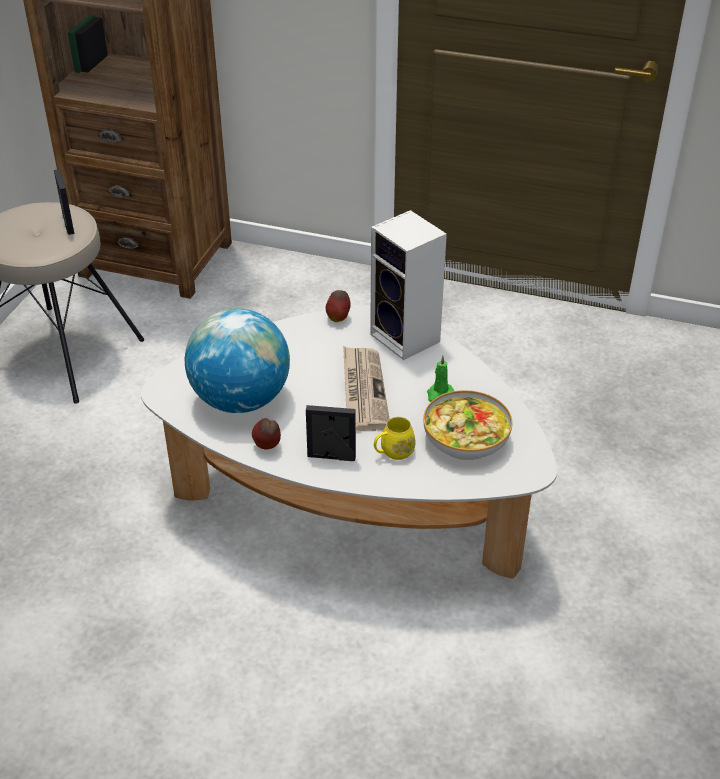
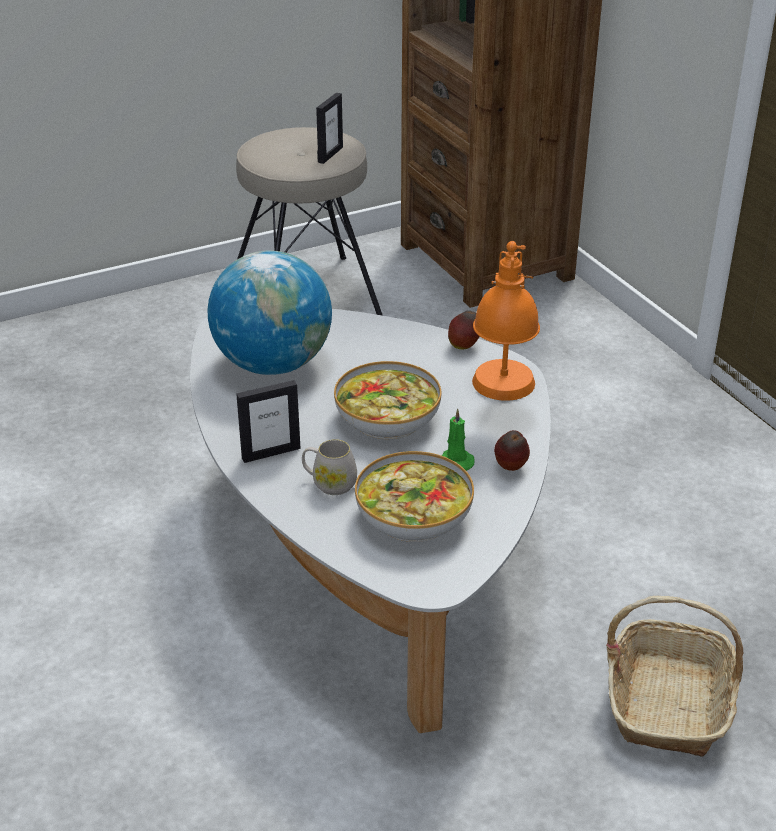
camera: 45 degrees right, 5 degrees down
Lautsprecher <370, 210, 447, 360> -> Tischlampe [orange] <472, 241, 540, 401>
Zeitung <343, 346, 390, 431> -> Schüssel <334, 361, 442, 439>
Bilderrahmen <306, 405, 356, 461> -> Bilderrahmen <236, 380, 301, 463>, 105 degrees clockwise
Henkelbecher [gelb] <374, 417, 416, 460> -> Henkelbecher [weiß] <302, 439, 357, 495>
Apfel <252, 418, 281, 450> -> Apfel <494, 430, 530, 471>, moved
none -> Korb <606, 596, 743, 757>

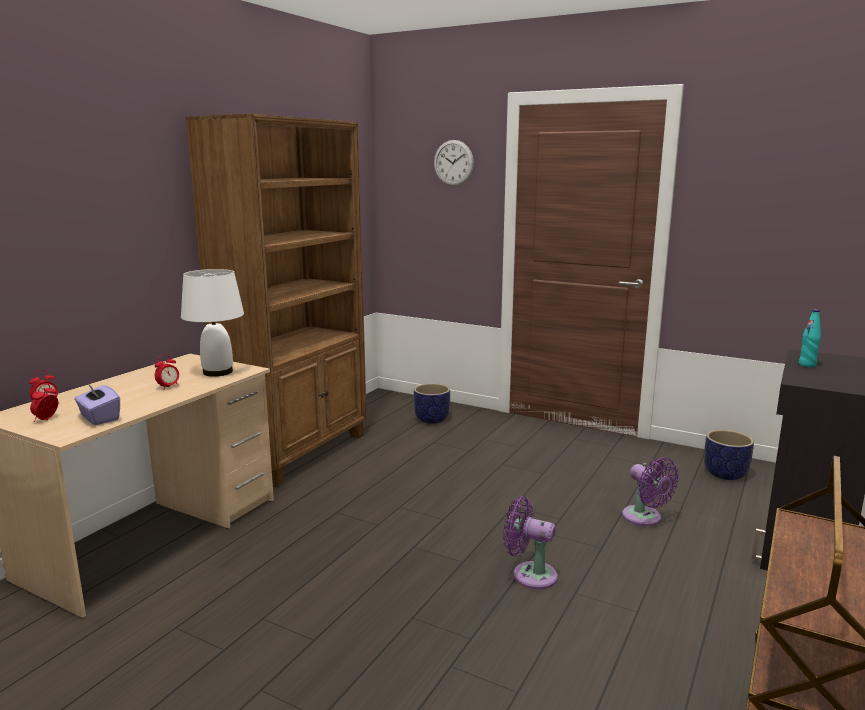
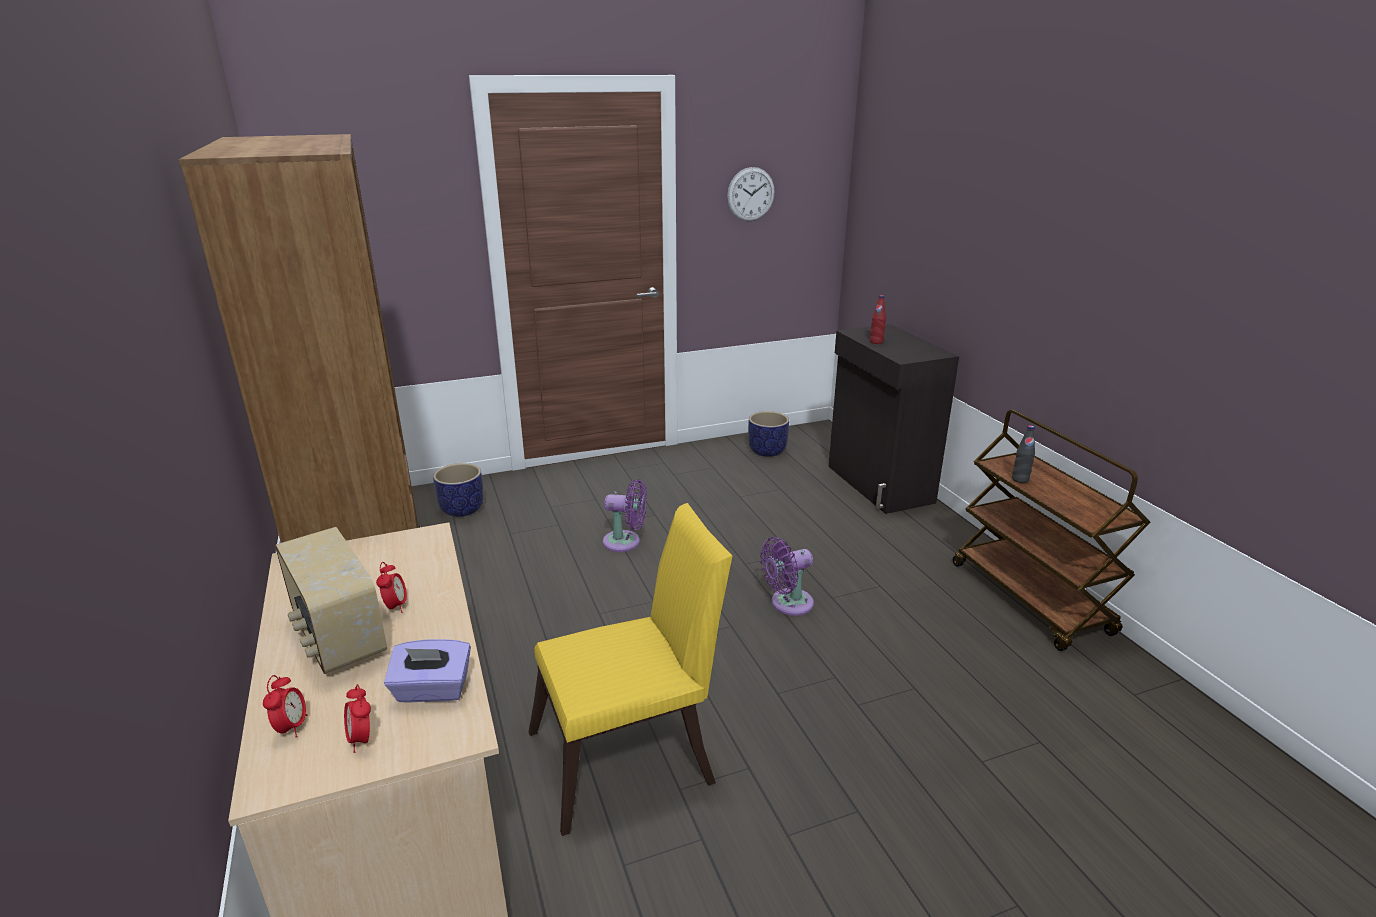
camera: 50 degrees left, 10 degrees up
Wanduhr <434, 140, 474, 186> -> Wanduhr <727, 167, 775, 221>, moved
Tischlampe [weiß] <181, 269, 244, 377> -> none
Flasche [türkis] <799, 309, 821, 367> -> Flasche [rot] <870, 295, 886, 344>
Ventilator [lila] <622, 457, 679, 526> -> Ventilator [lila] <603, 479, 647, 552>, moved
none -> Flasche [schwarz] <1012, 425, 1035, 483>
none -> Stuhl [gelb] <529, 503, 732, 836>
none -> Radio <275, 527, 387, 674>

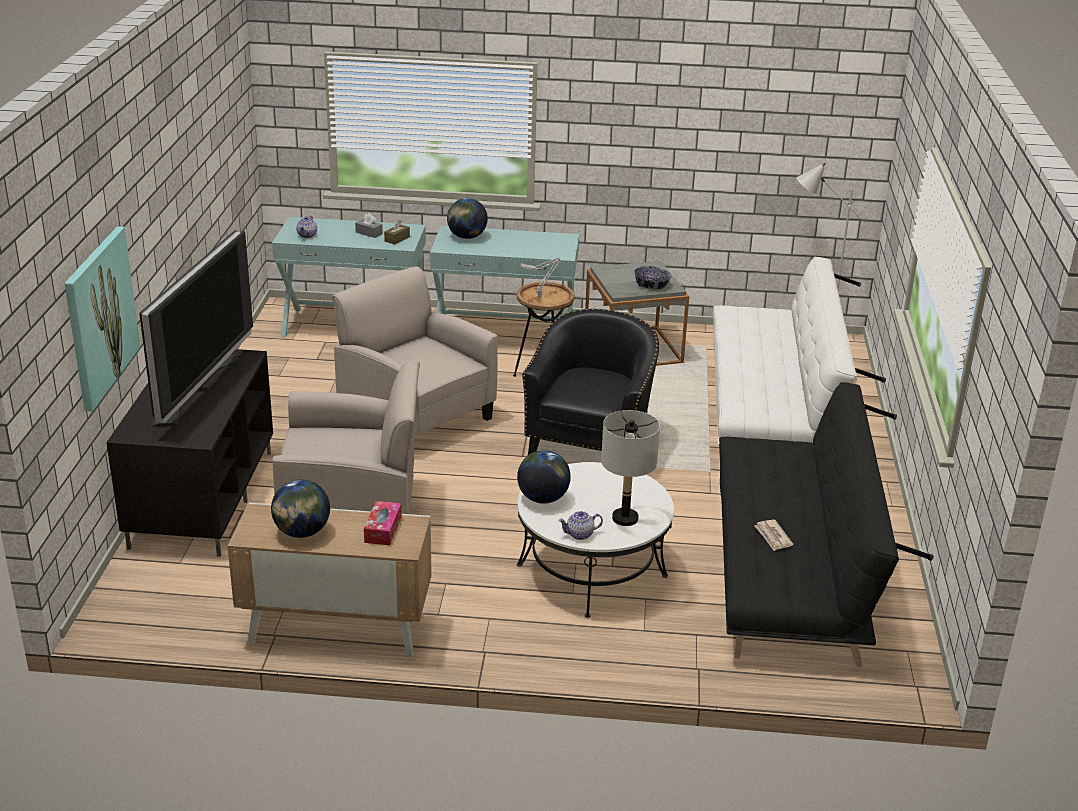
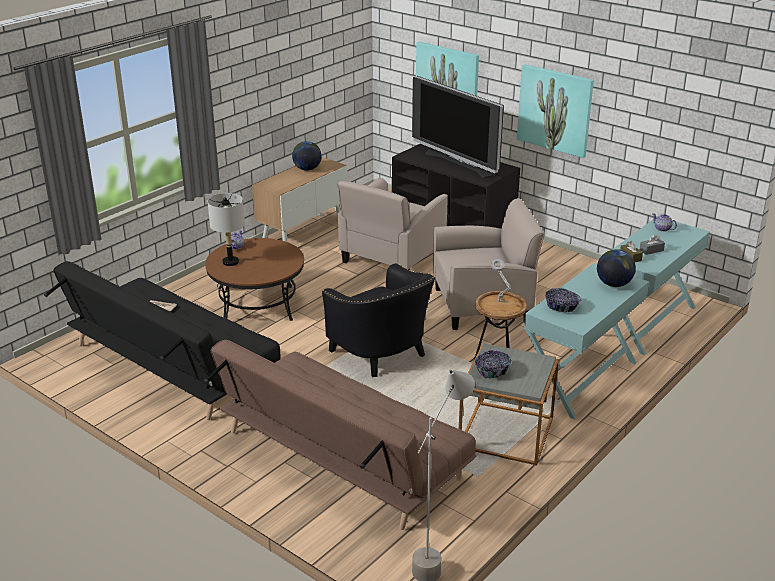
camera: 125 degrees right, 0 degrees up
Sofa [weiß] <713, 257, 886, 445> -> Sofa [braun] <204, 340, 476, 530>
Globus <517, 450, 571, 504> -> none
Couchtisch [weiß] <517, 462, 674, 618> -> Couchtisch [braun] <205, 238, 304, 321>
Taschentuchbox <364, 501, 402, 545> -> none
none -> Bild <517, 64, 594, 158>
none -> Schüssel <545, 288, 581, 312>

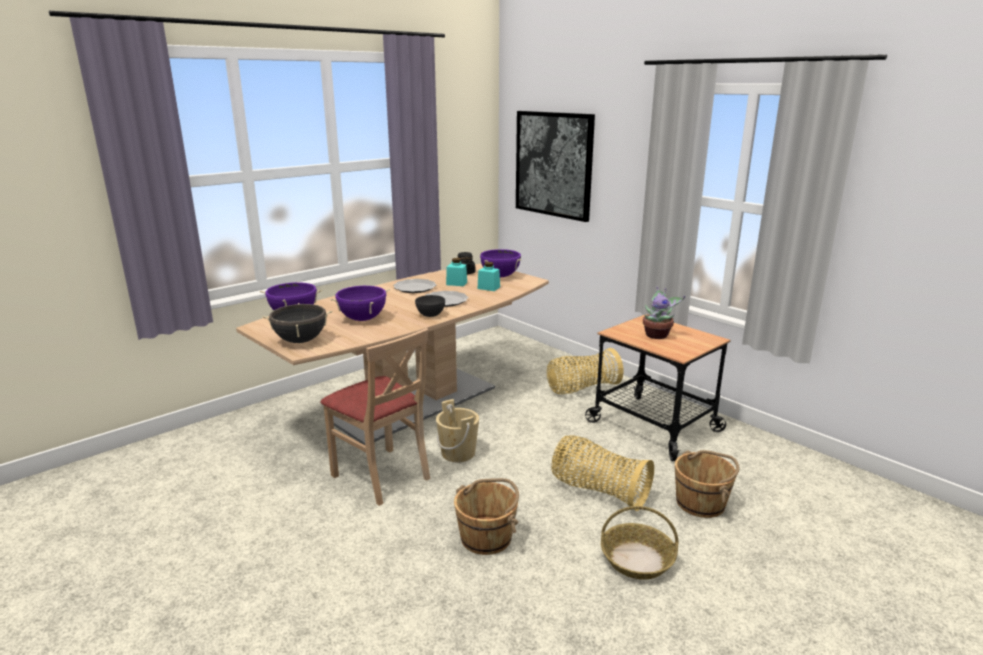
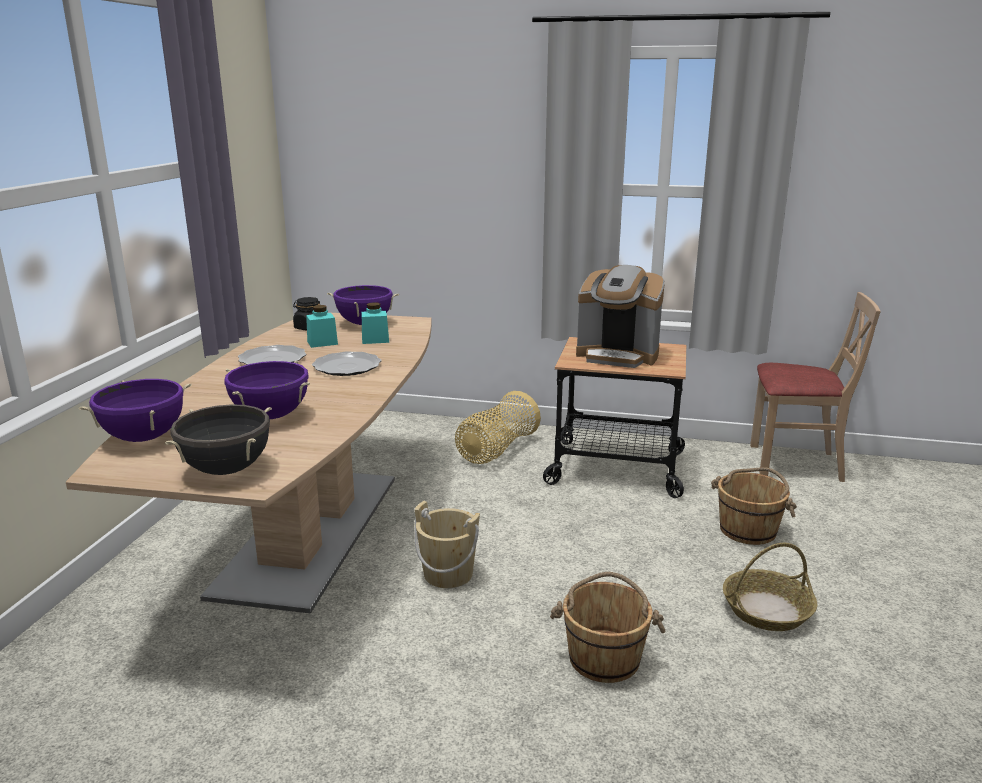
camera: 35 degrees left, 0 degrees up
Bild <516, 111, 595, 222> -> none
Topfpflanze <643, 286, 685, 339> -> Kaffeemaschine <576, 265, 665, 368>
Schüssel [grau] <415, 295, 445, 317> -> none
Stuhl [beige] <320, 328, 430, 506> -> Stuhl [beige] <750, 292, 881, 482>, moved
Korb <551, 435, 654, 511> -> none

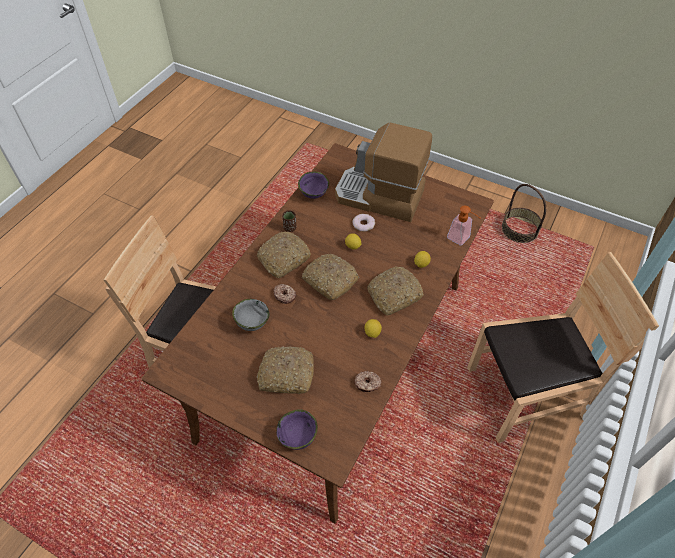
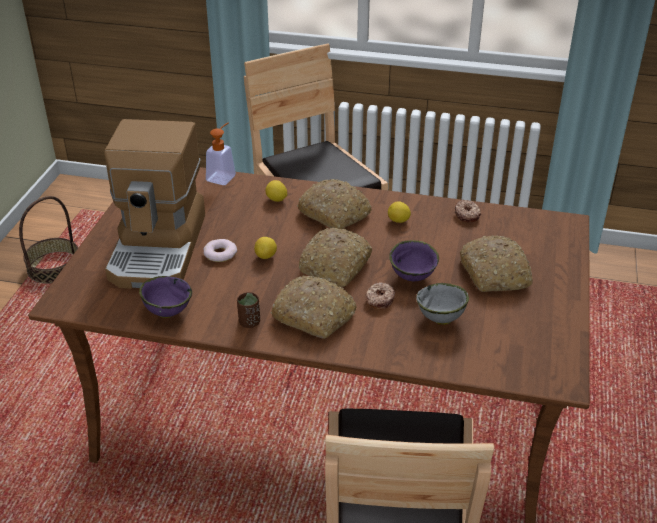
camera: 105 degrees left, 15 degrees down
Schüssel [lila] <276, 409, 318, 450> -> Schüssel [lila] <389, 240, 439, 281>, moved

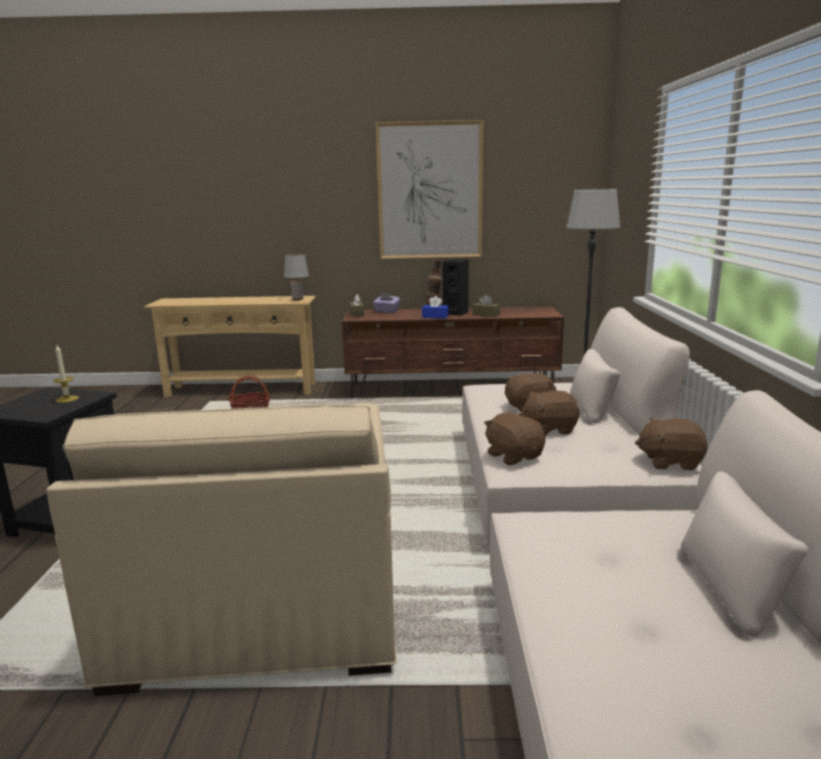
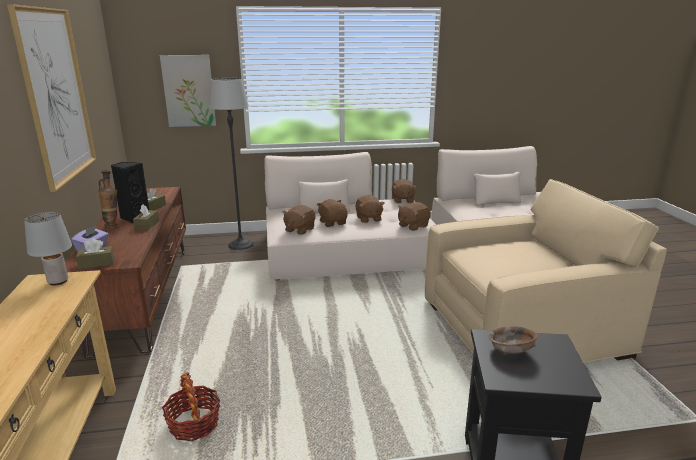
camera: 100 degrees left, 5 degrees up
Taschentuchbox [blau] <422, 296, 449, 318> -> Taschentuchbox [braun] <133, 204, 159, 230>
Kerze <54, 345, 79, 403> -> Schüssel [braun] <489, 326, 538, 354>
none -> Bild <160, 55, 216, 127>
none -> Plüschtier [braun] <282, 205, 316, 235>

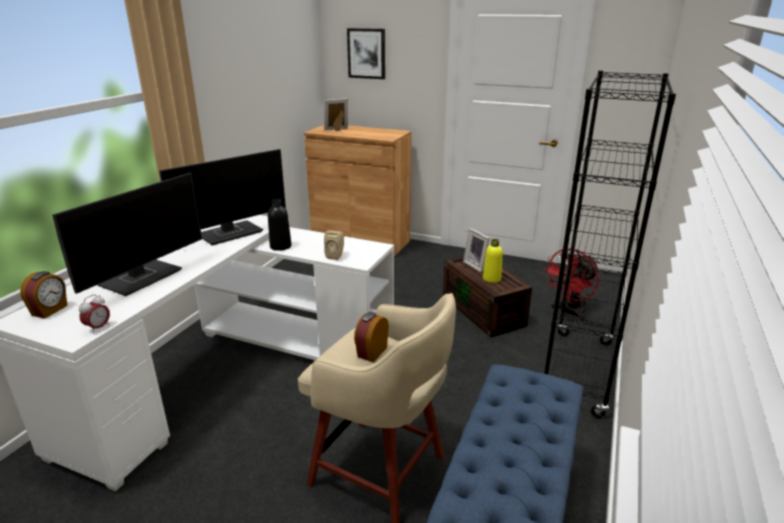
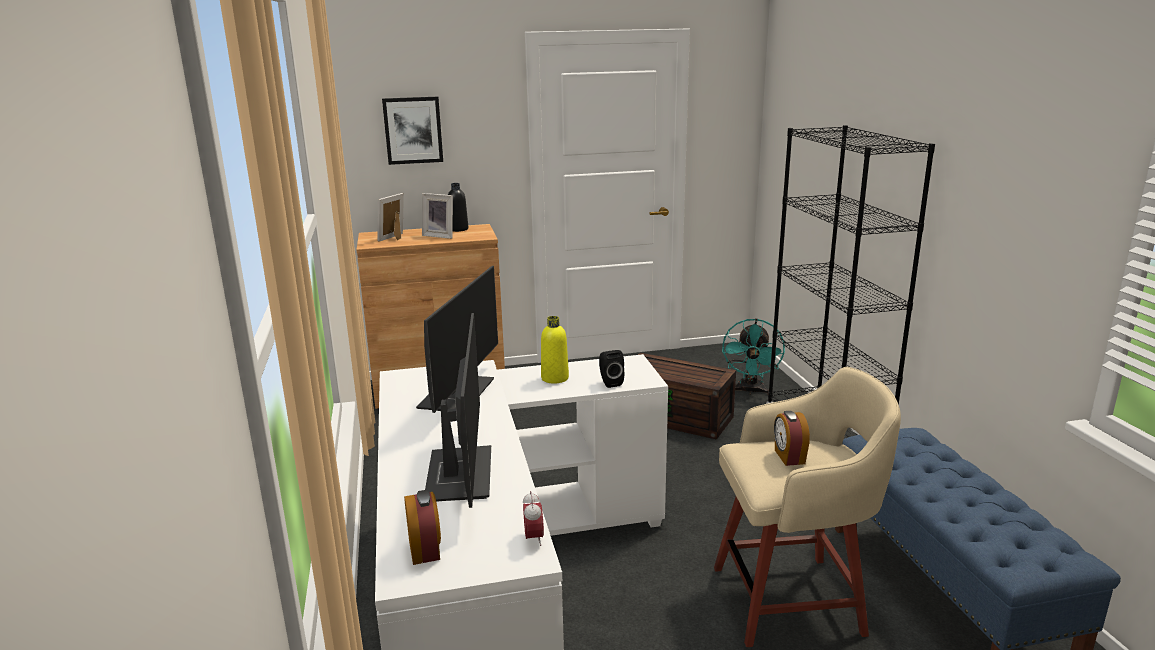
camera: 35 degrees left, 5 degrees down
Flasche [schwarz] <268, 198, 291, 251> -> Flasche [schwarz] <448, 183, 468, 232>, moved
Bilderrahmen <463, 228, 490, 273> -> Bilderrahmen <422, 193, 453, 239>, moved
Lautsprecher [beige] <324, 231, 344, 260> -> Lautsprecher [schwarz] <599, 350, 624, 388>
Flasche [gelb] <483, 239, 503, 283> -> Flasche [gelb] <541, 316, 569, 384>, moved
Ventilator [rot] <543, 248, 599, 321> -> Ventilator [türkis] <722, 318, 785, 395>

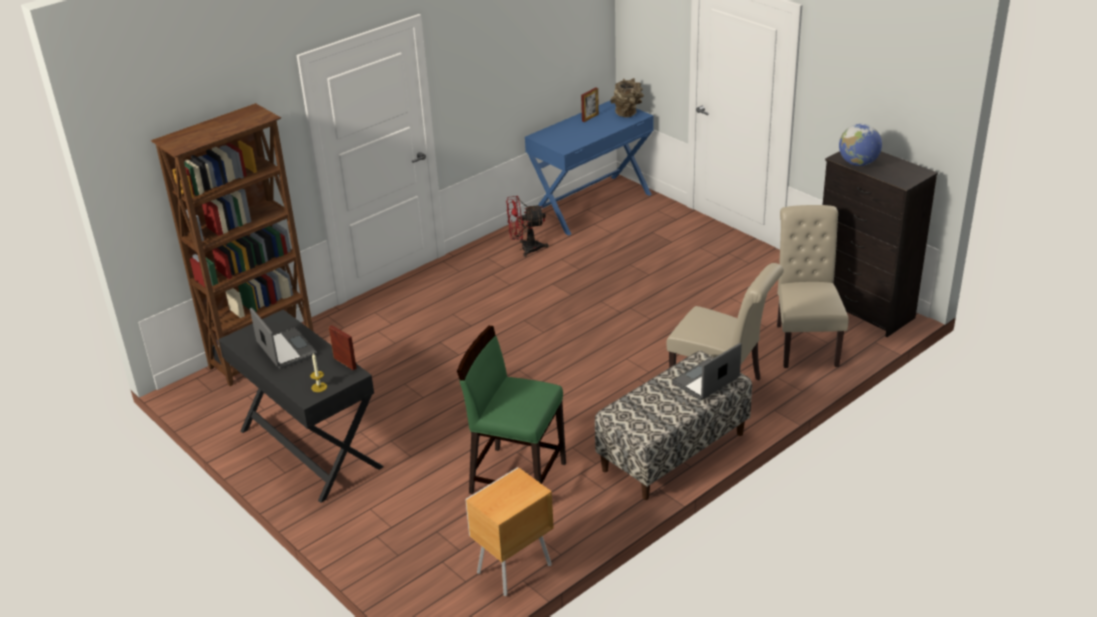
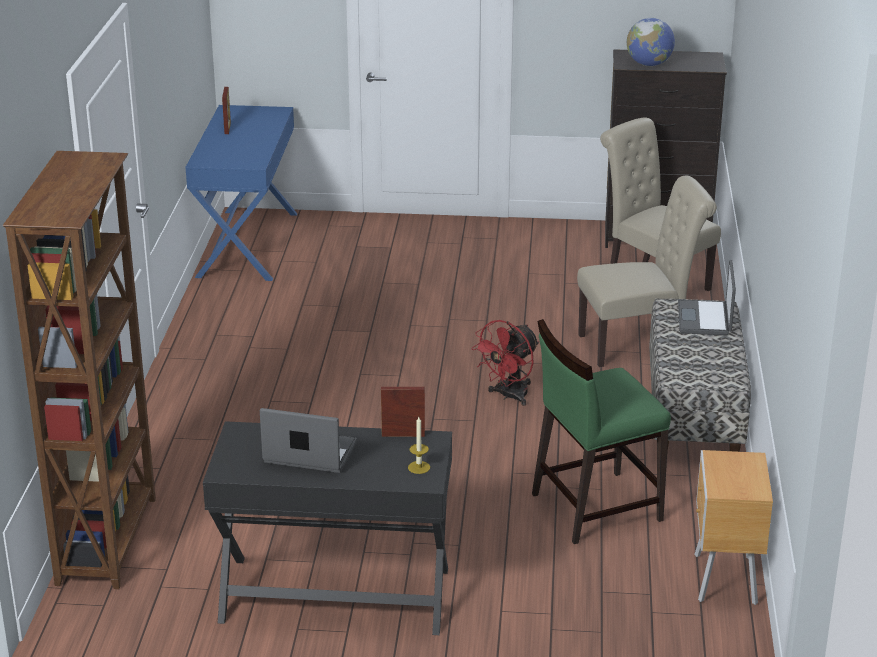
camera: 45 degrees left, 5 degrees down
Vase [braun] <610, 78, 644, 117> -> none
Ventilator [rot] <506, 196, 549, 257> -> Ventilator [rot] <472, 320, 539, 406>, moved

